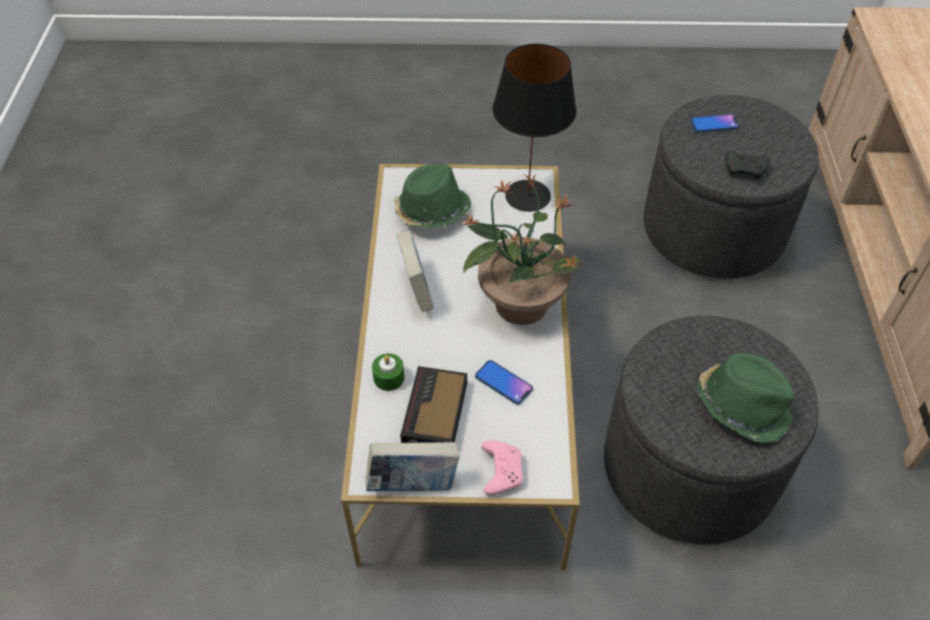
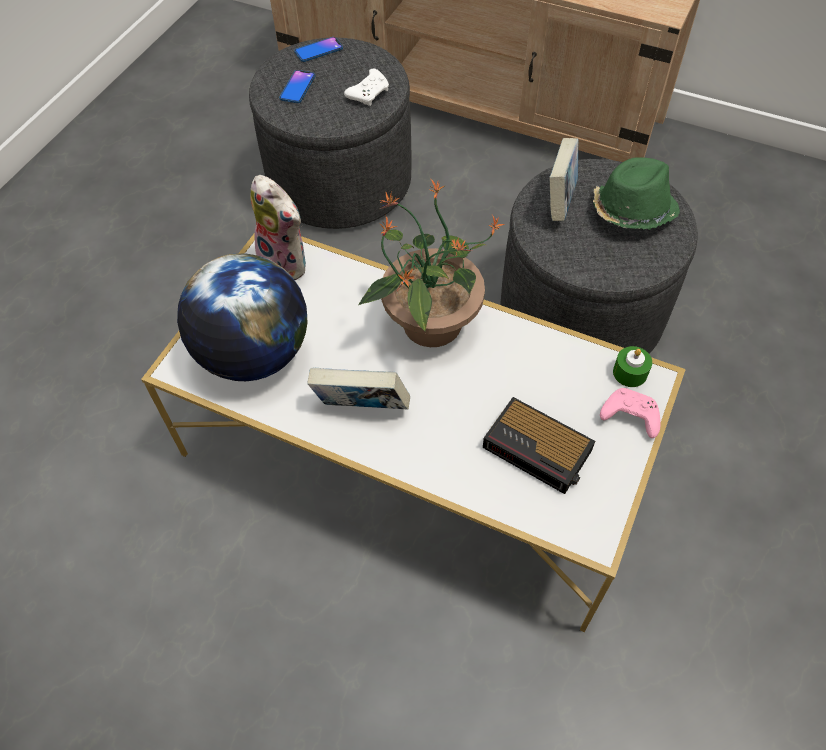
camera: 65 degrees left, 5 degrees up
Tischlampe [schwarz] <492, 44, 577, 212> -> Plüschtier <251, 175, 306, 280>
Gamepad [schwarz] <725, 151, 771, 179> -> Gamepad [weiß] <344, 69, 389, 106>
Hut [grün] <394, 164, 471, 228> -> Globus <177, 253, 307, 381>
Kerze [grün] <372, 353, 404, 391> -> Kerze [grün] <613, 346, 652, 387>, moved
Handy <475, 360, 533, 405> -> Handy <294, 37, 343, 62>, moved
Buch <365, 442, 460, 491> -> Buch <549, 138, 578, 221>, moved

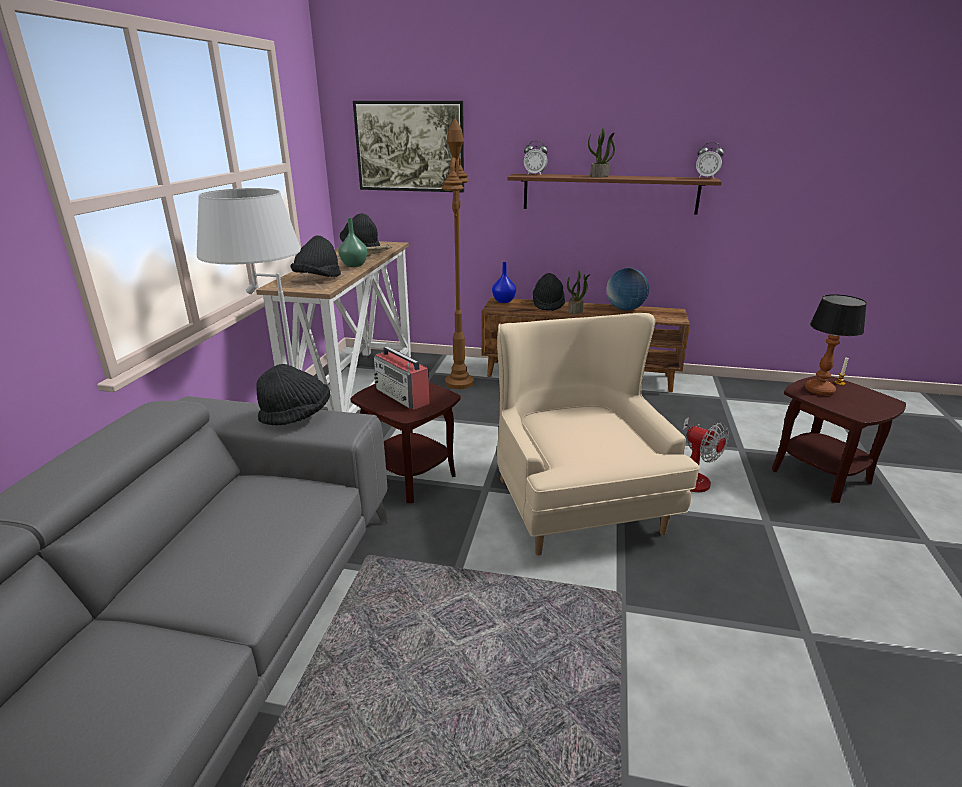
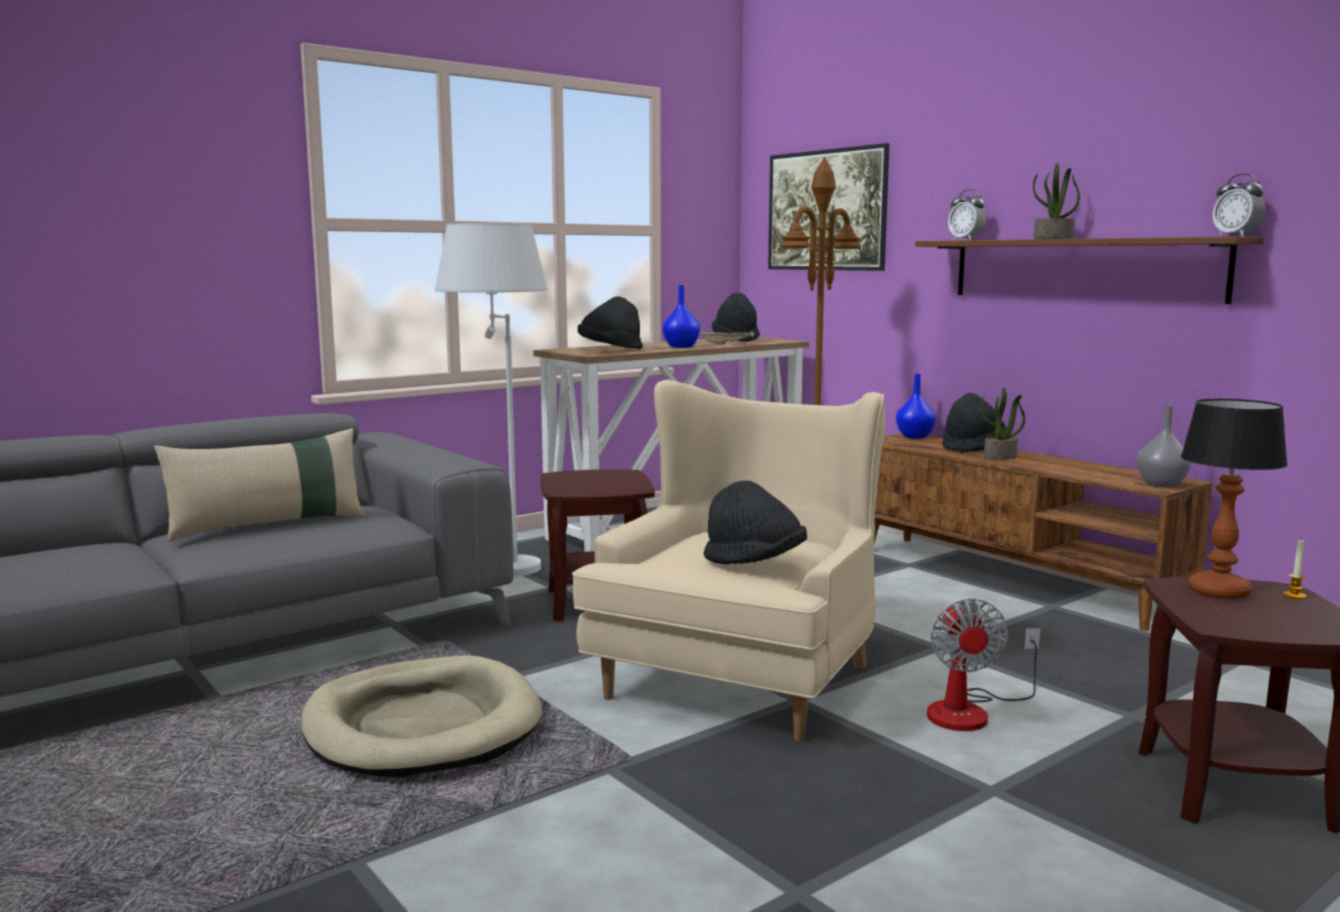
camera: 40 degrees right, 15 degrees down
Vase [grün] <338, 218, 367, 267> -> Vase [blau] <662, 285, 700, 348>
Globus <606, 268, 649, 310> -> none
Radio <374, 346, 430, 409> -> none
Hut [schwarz] <256, 364, 330, 426> -> Hut [schwarz] <704, 481, 807, 564>, moved
none -> Vase [grau] <1136, 405, 1191, 488>
none -> Kissen [beige] <154, 428, 365, 542>
none -> Hundebett [beige] <301, 655, 542, 777>

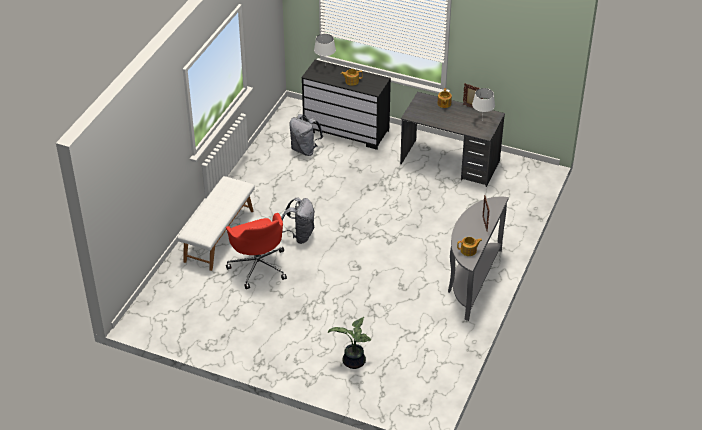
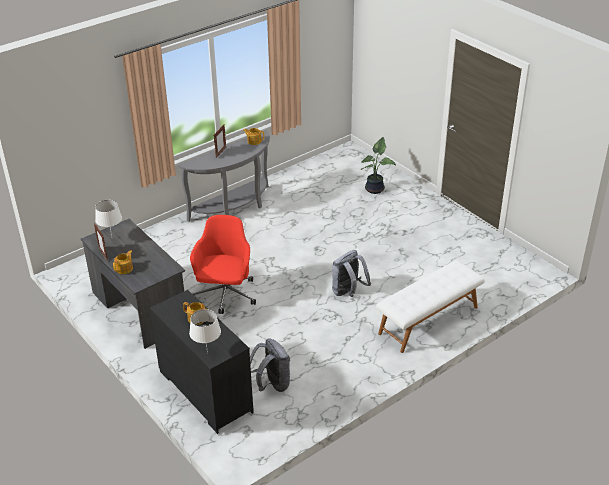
camera: 150 degrees left, 5 degrees down
Bürostuhl [rot] <226, 213, 287, 289> -> Bürostuhl [rot] <190, 215, 256, 314>, moved

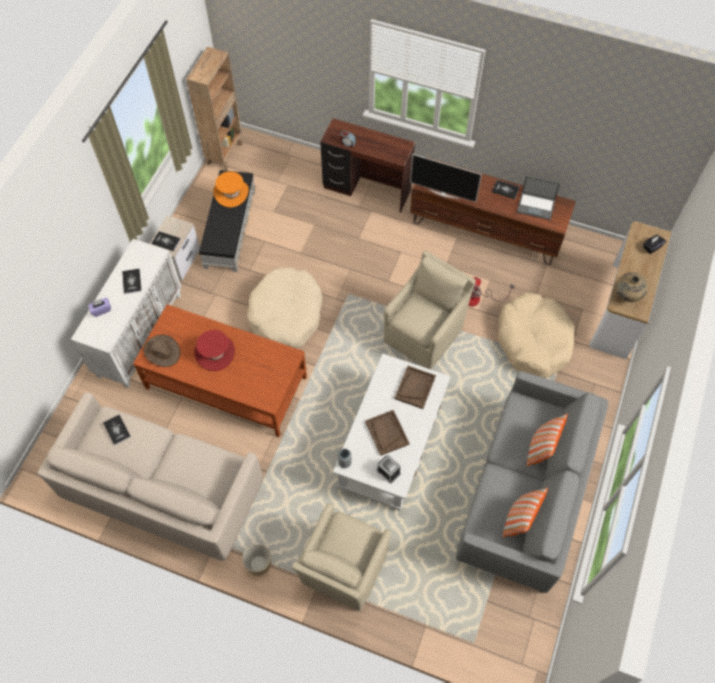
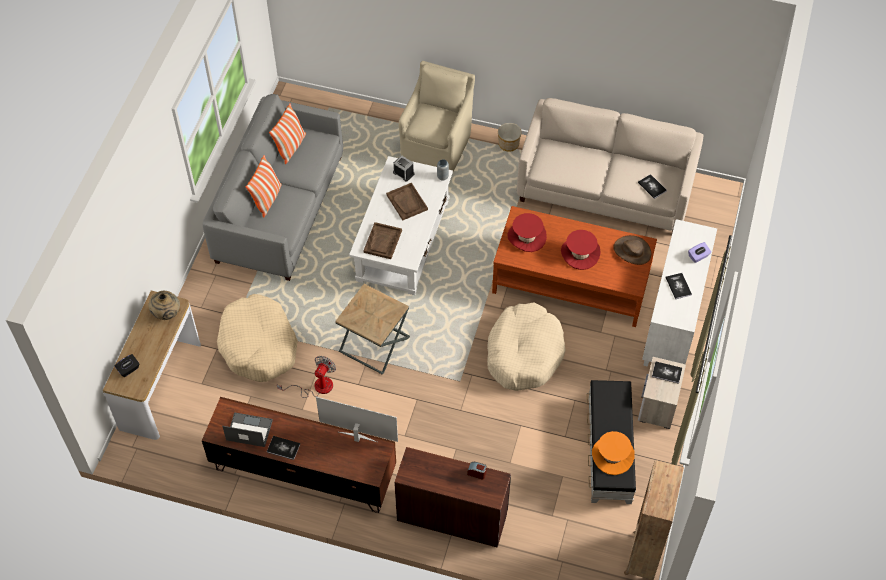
camera: 175 degrees right, 5 degrees down
Sessel [beige] <384, 251, 476, 370> -> Beistelltisch [braun] <335, 284, 410, 375>
none -> Hut [rot] <507, 213, 547, 252>

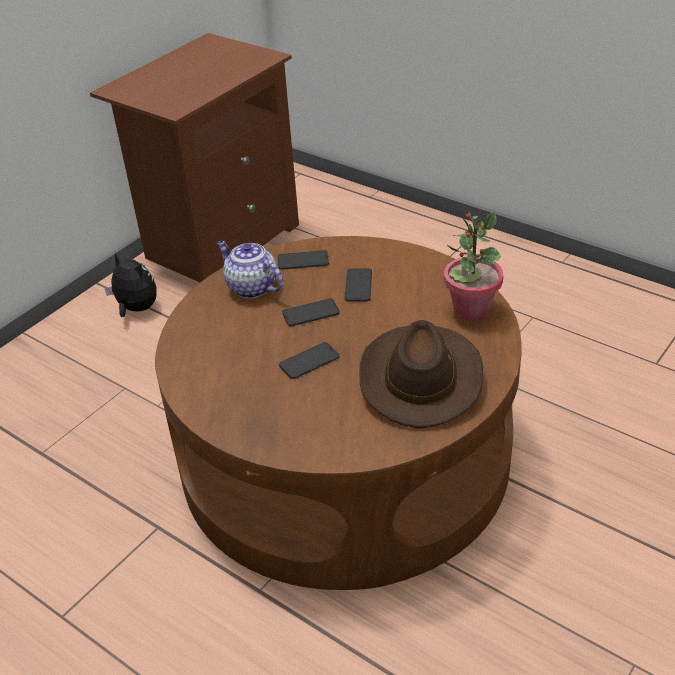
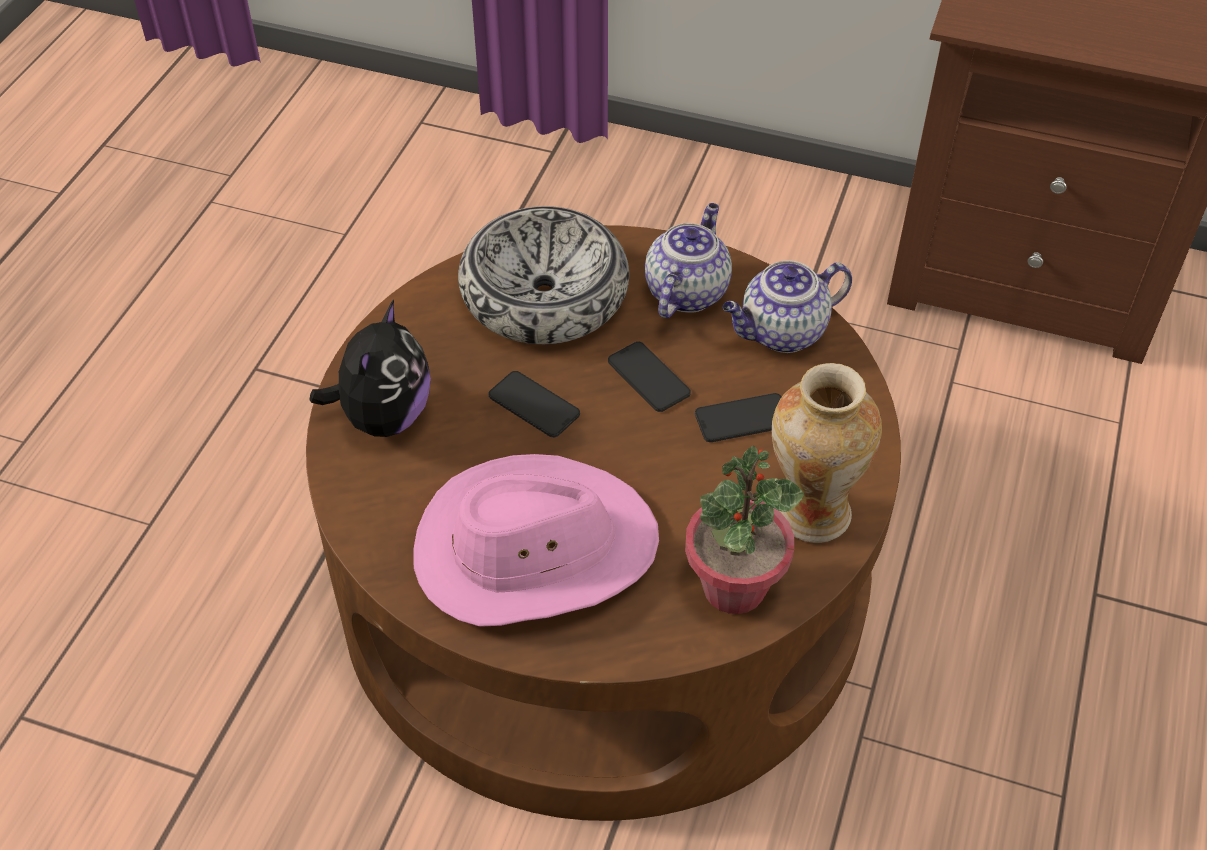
camera: 70 degrees right, 10 degrees up
Handy <278, 250, 329, 270> -> Teekanne <722, 260, 852, 353>
Plüschtier <105, 253, 157, 317> -> Plüschtier <310, 300, 431, 437>, moved
Hut [braun] <360, 320, 483, 428> -> Hut [rosa] <413, 454, 659, 627>
none -> Schüssel <458, 206, 629, 344>
none -> Vase <772, 363, 882, 543>

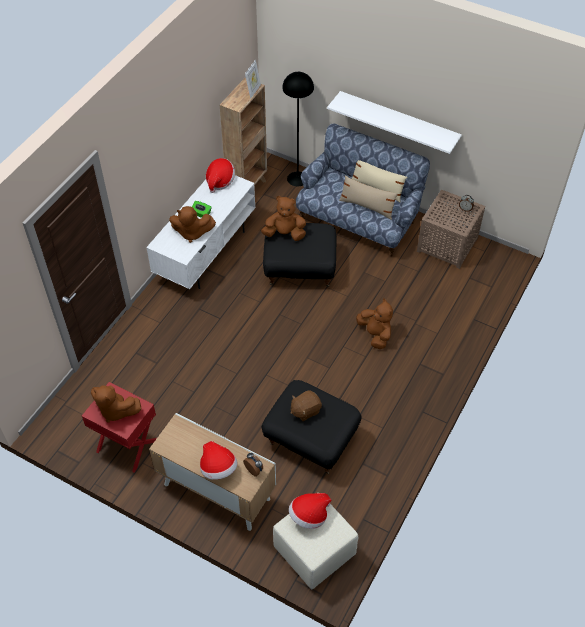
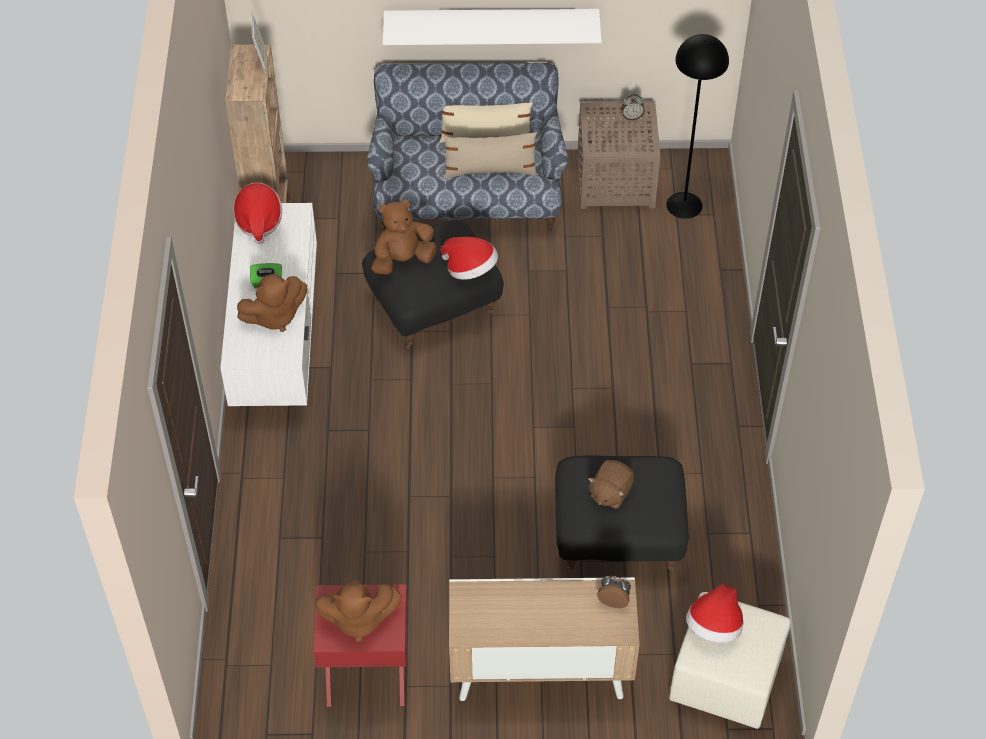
camera: 30 degrees left, 0 degrees up
Stehlampe [schwarz] <282, 72, 314, 186> -> Stehlampe [schwarz] <666, 34, 729, 219>, moved
Plüschtier [braun] <356, 299, 393, 349> -> none
Hut <200, 441, 238, 480> -> Hut <440, 237, 498, 280>, moved

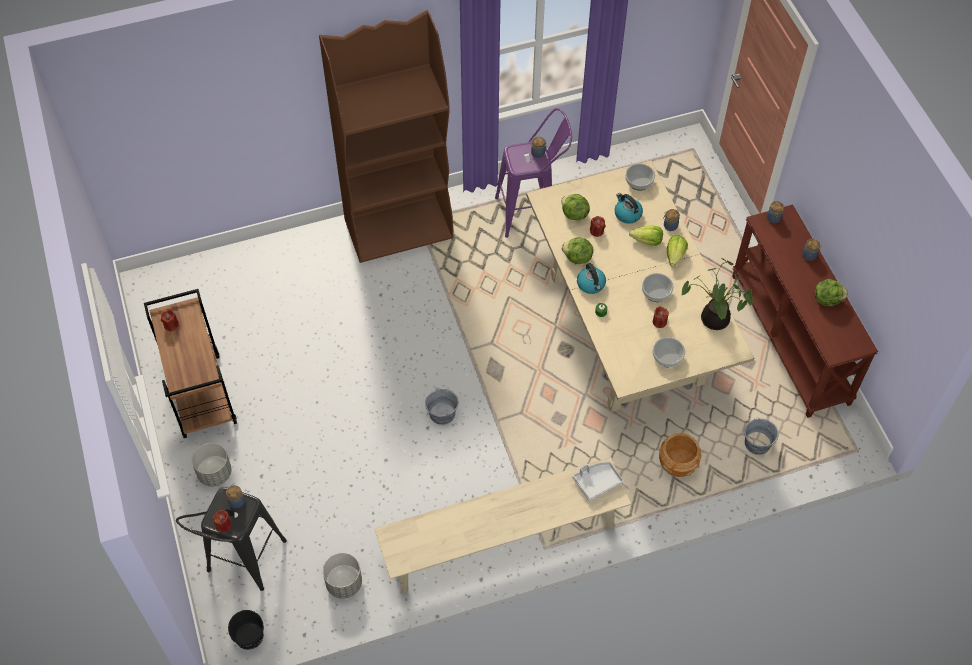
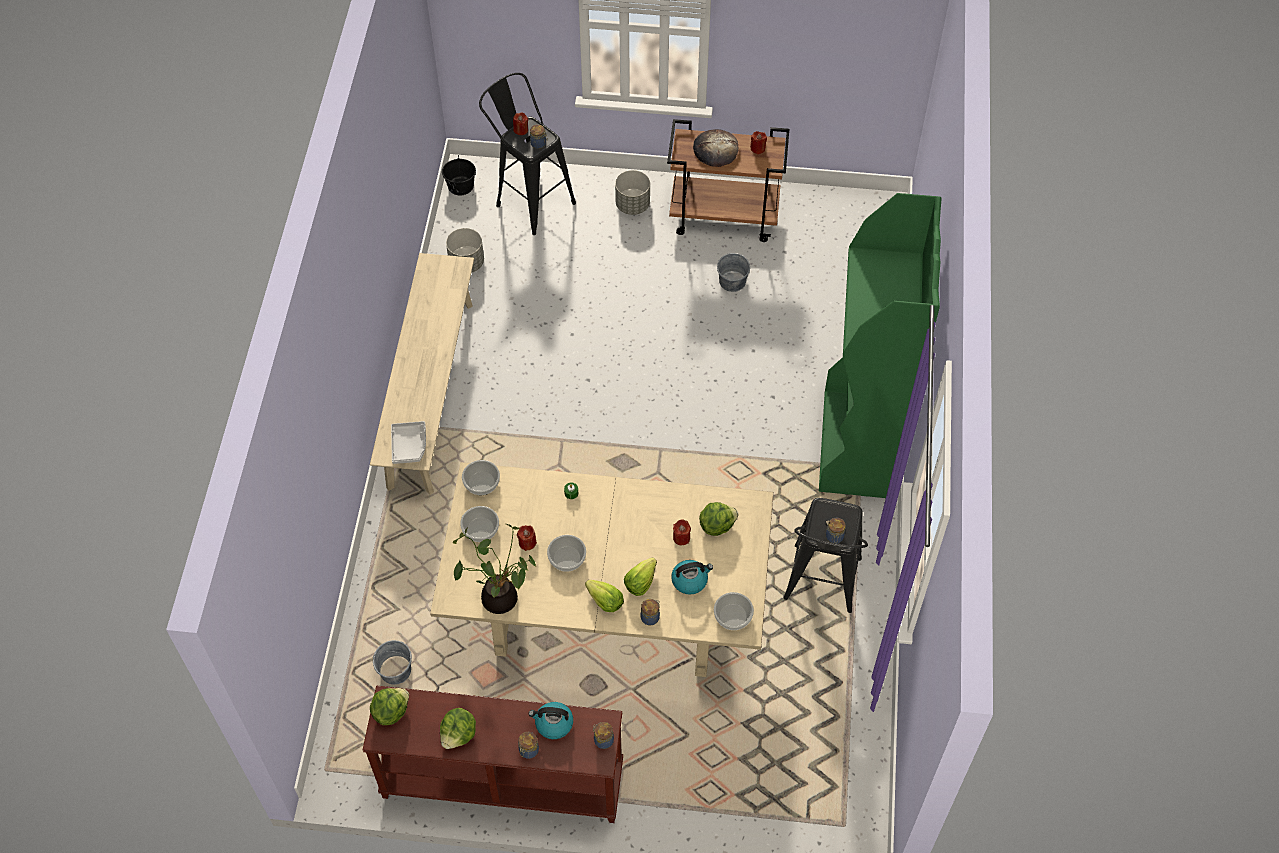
camera: 115 degrees right, 0 degrees up
Bücherregal [braun] <319, 10, 453, 263> -> Bücherregal [grün] <819, 193, 941, 498>
Hocker [lila] <495, 108, 572, 238> -> Hocker [schwarz] <783, 498, 868, 613>
Salatkopf <562, 237, 593, 264> -> Salatkopf <370, 688, 409, 725>, moved
Wasserkessel <577, 263, 606, 294> -> Wasserkessel <529, 702, 573, 739>, moved
Eimer [grau] <425, 388, 459, 425> -> Eimer [grau] <717, 253, 750, 292>, moved
Pflanzkübel [braun] <659, 433, 701, 477> -> none
none -> Brot <693, 129, 738, 167>
none -> Schüssel <462, 460, 500, 495>

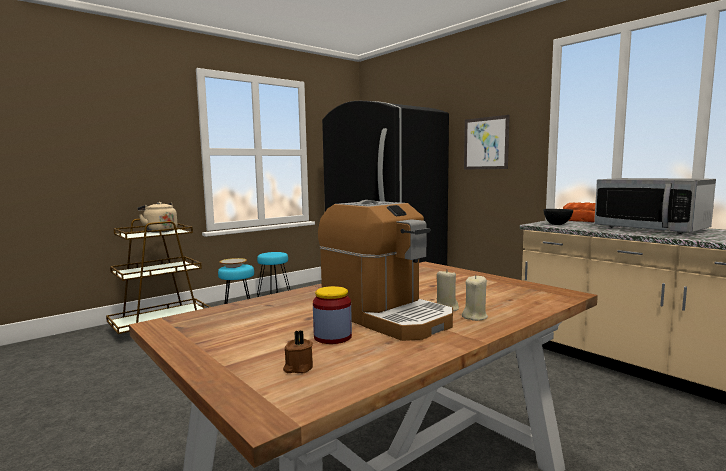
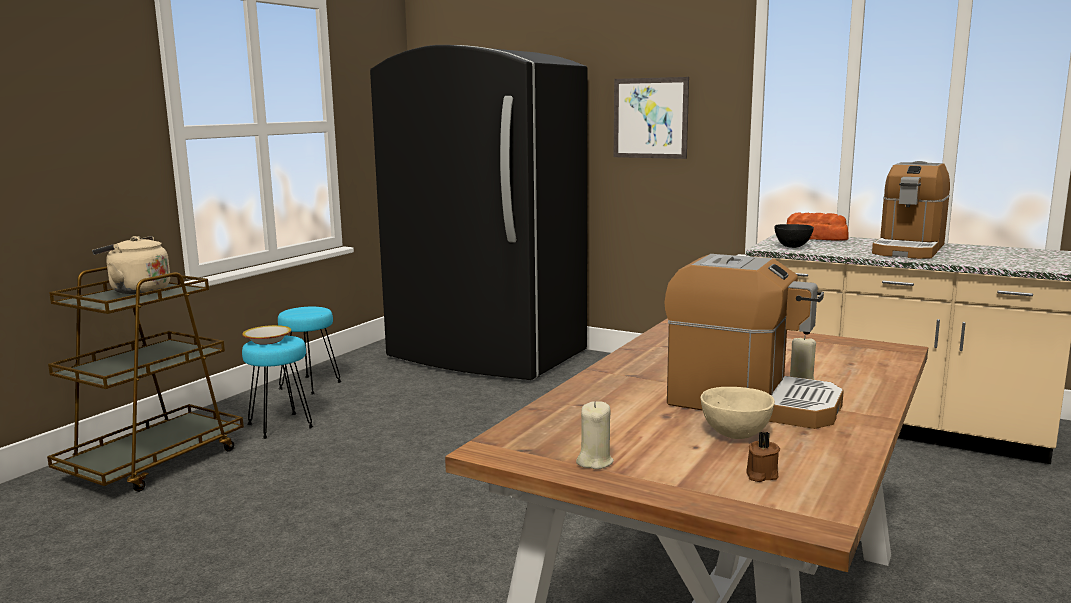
camera: 20 degrees left, 5 degrees up
Mikrowelle <594, 178, 716, 234> -> Kaffeemaschine <872, 161, 950, 259>
Kerze [beige] <462, 275, 488, 321> -> Kerze [beige] <576, 401, 614, 469>, moved
Vorratsglas <313, 286, 352, 344> -> Schüssel [beige] <700, 387, 775, 439>

